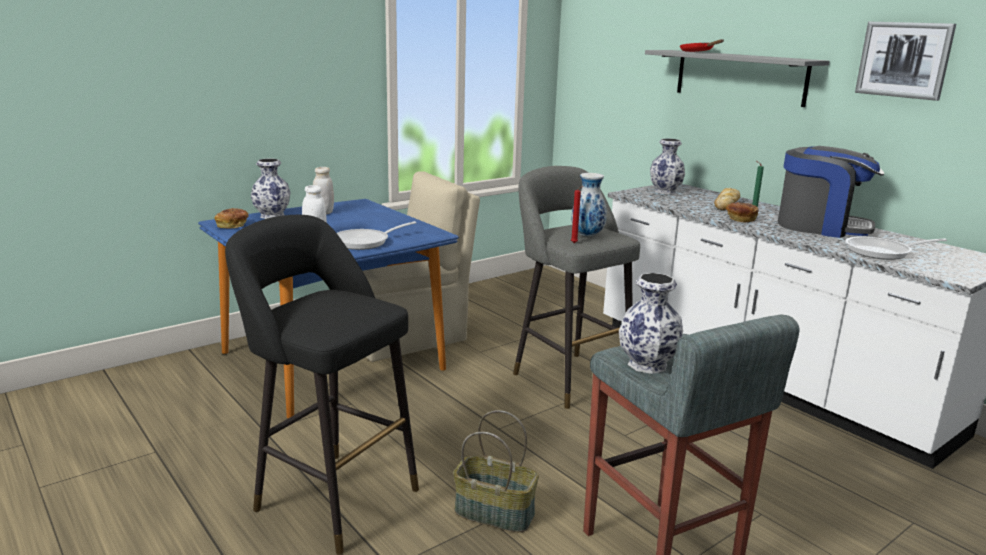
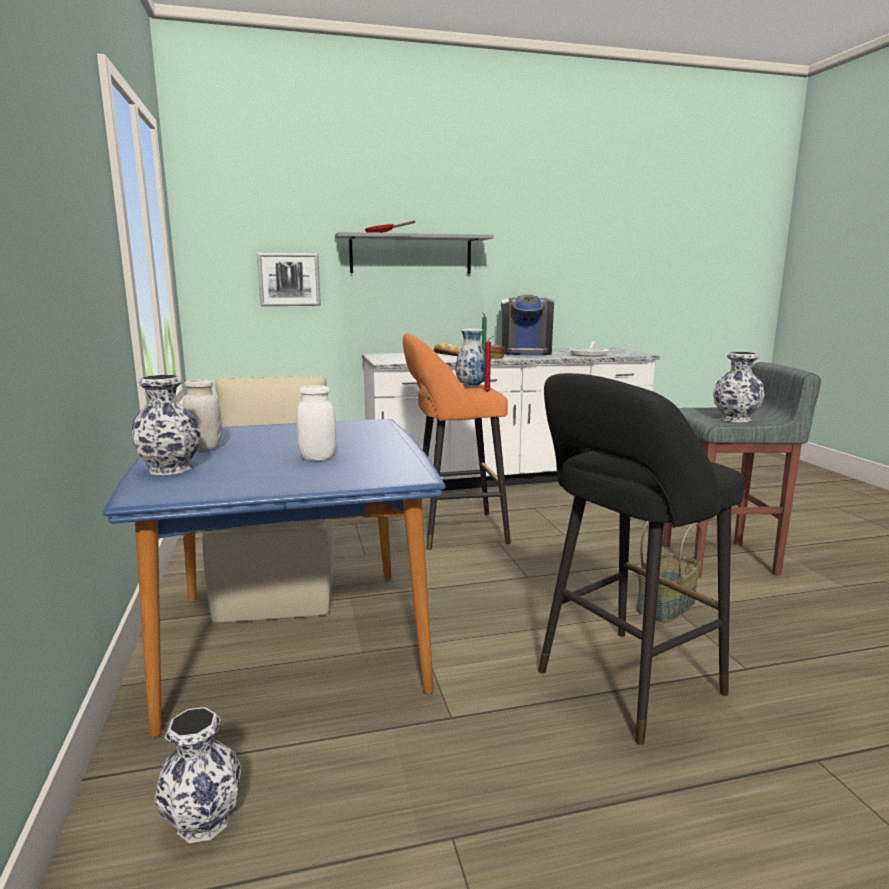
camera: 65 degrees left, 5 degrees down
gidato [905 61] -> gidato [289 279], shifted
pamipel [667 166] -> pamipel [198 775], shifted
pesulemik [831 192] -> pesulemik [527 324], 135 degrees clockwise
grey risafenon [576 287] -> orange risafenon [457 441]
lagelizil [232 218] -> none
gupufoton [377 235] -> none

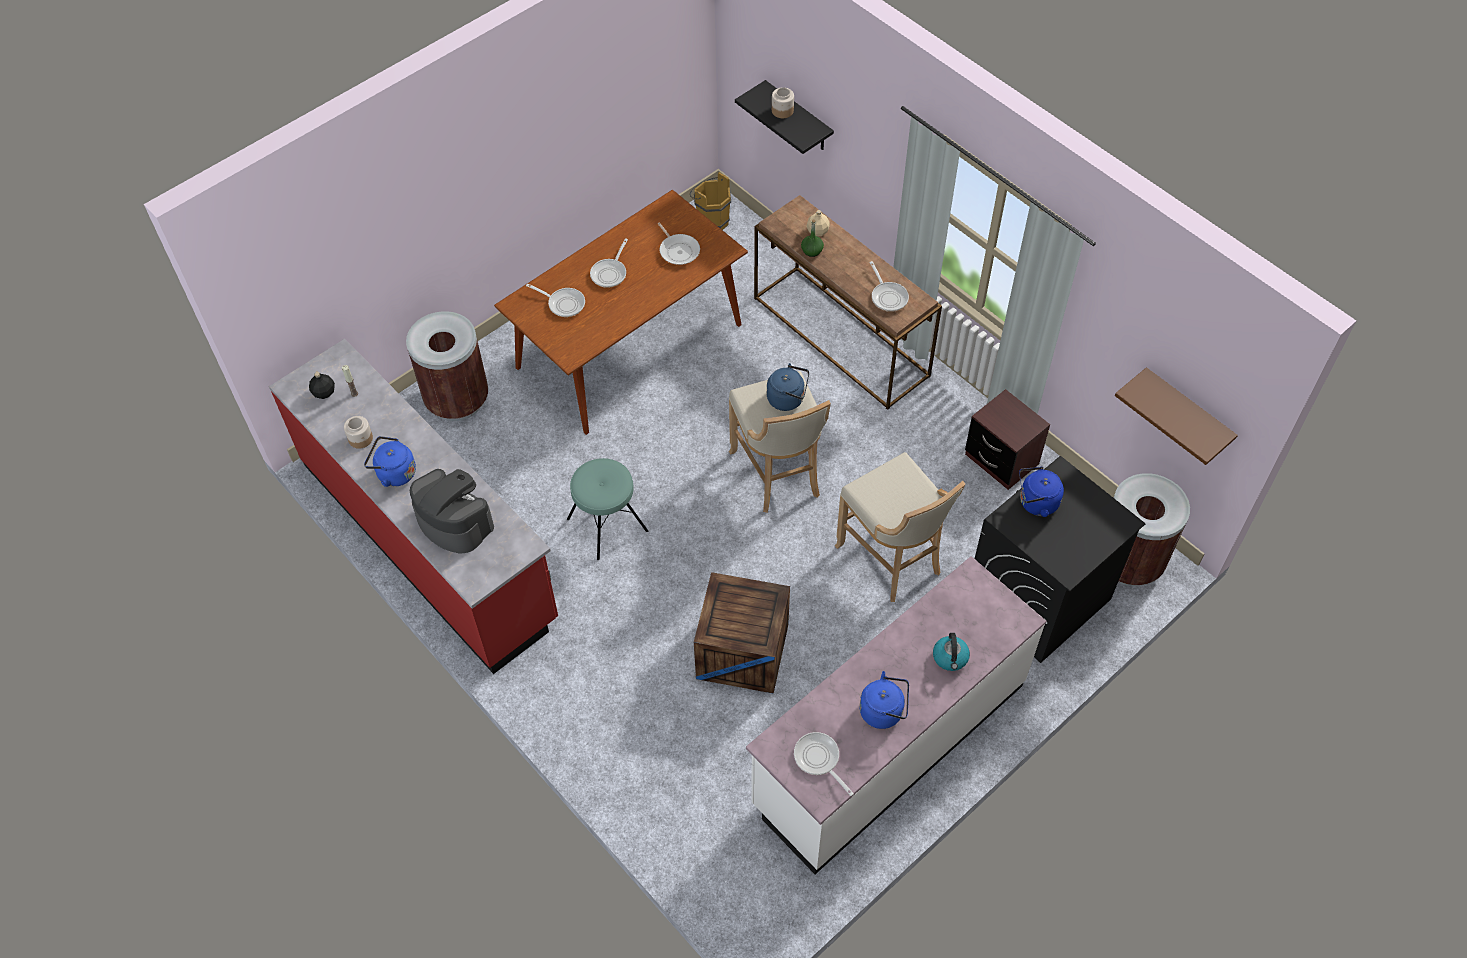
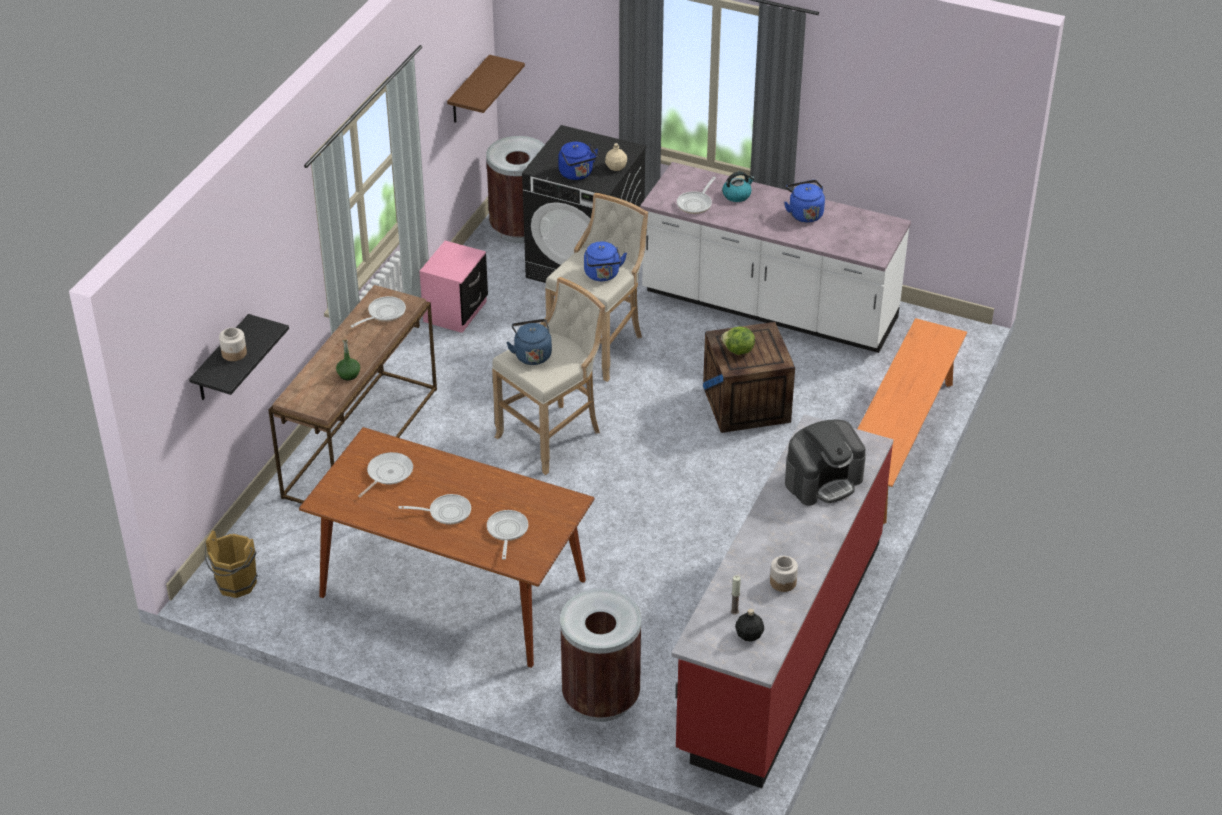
camera: 115 degrees left, 15 degrees down
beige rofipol [818 223] -> beige rofipol [616 157], shifted
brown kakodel [1007 439] -> pink kakodel [453 287]
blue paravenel [390 461] -> blue paravenel [605 261], shifted
turquoise risafenon [607 509] -> none
pesulemik [452 511] -> pesulemik [825 463], 135 degrees counterclockwise
gupufoton [824 764] -> gupufoton [696 195], shifted
none -> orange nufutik [912 421]
none -> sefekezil [738 340]

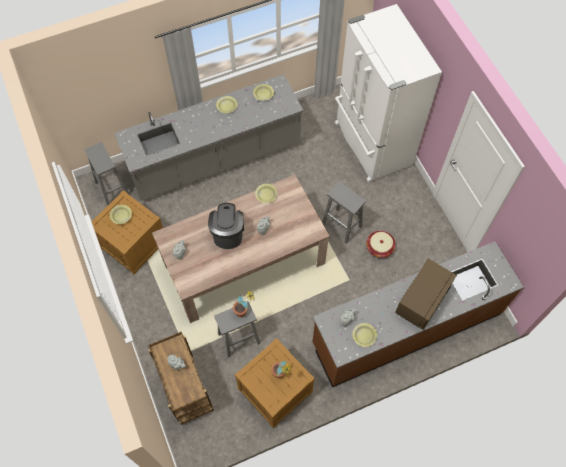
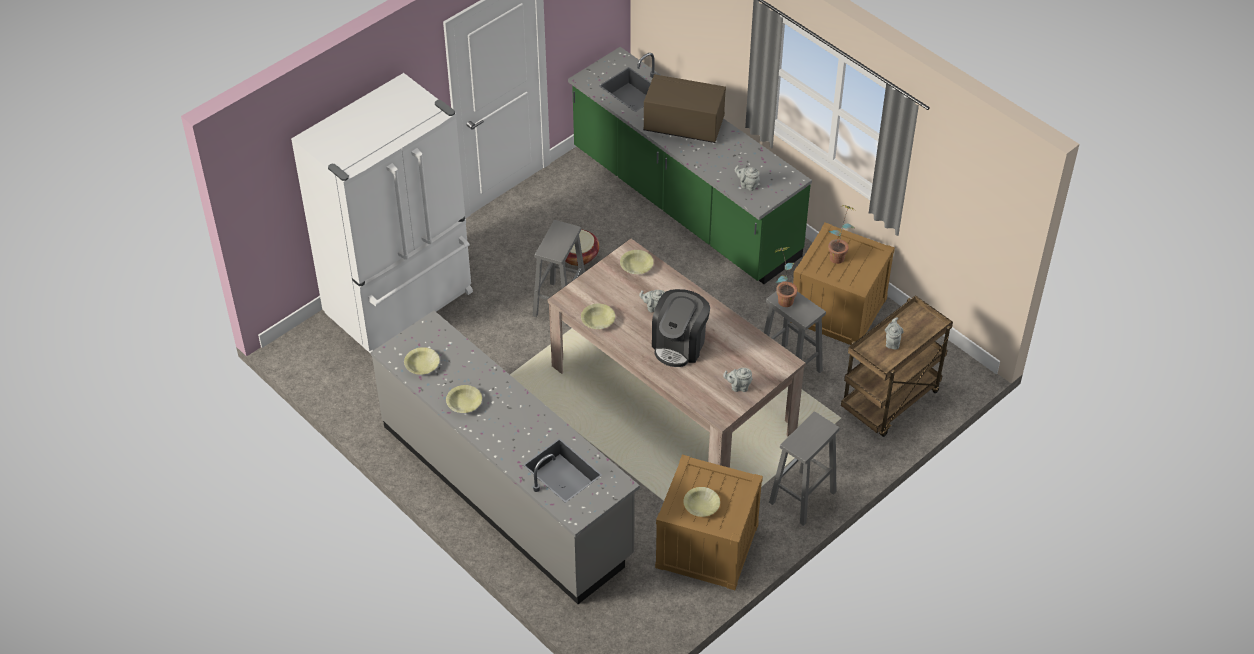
camera: 110 degrees left, 15 degrees down
grey risafenon [107 174] -> grey risafenon [804 469], shifted
pesulemik [226 226] -> pesulemik [681 328], 45 degrees counterclockwise
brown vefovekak [418 314] -> green vefovekak [690 165]
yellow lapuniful [364 335] -> yellow lapuniful [637 262], shifted

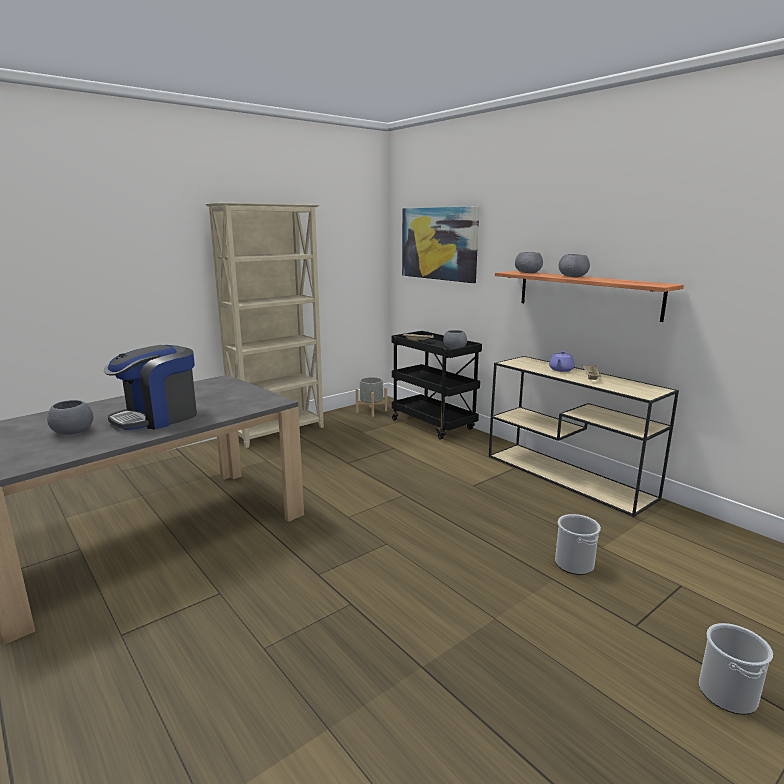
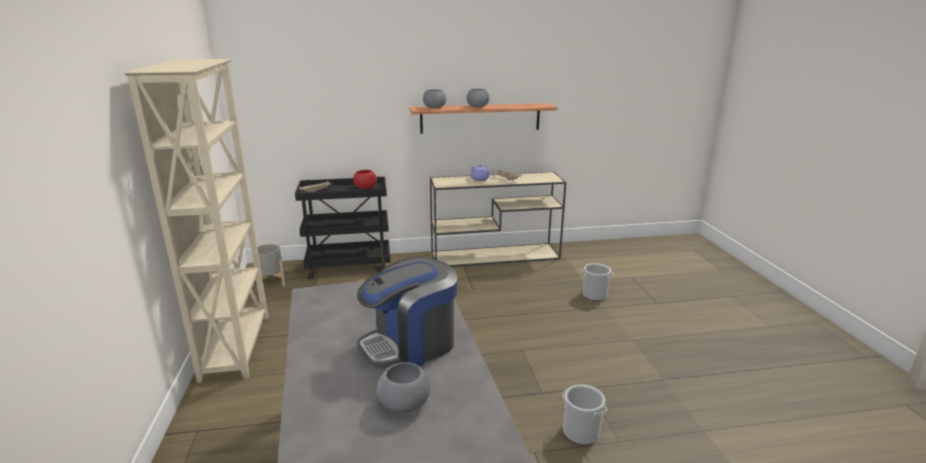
camera: 60 degrees left, 5 degrees up
gidato [440 244] -> none
grey lapuniful [455 339] -> red lapuniful [365 179]
pesulemik [150 387] -> pesulemik [407 312], 75 degrees clockwise
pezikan [736 669] -> pezikan [584 414], shifted

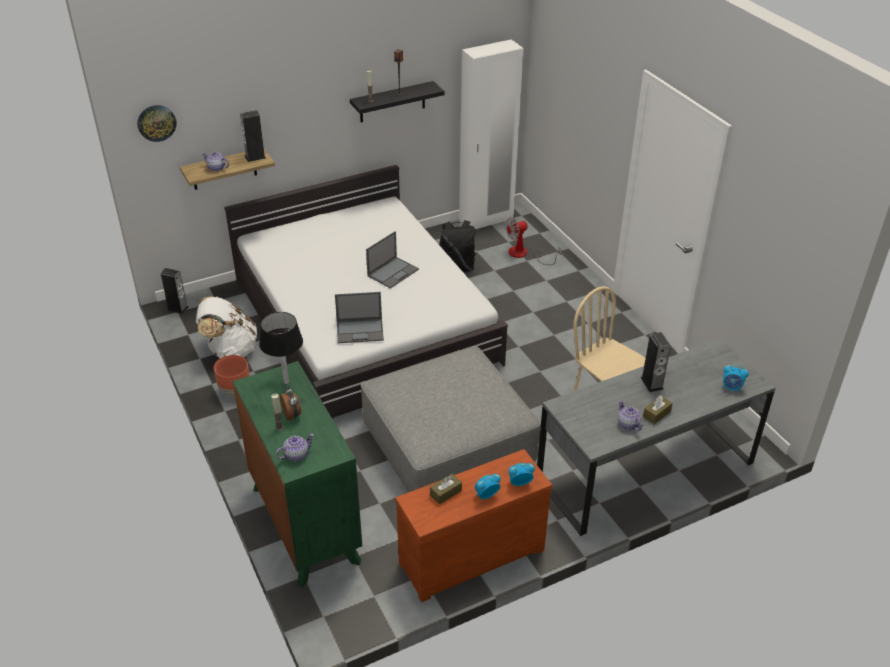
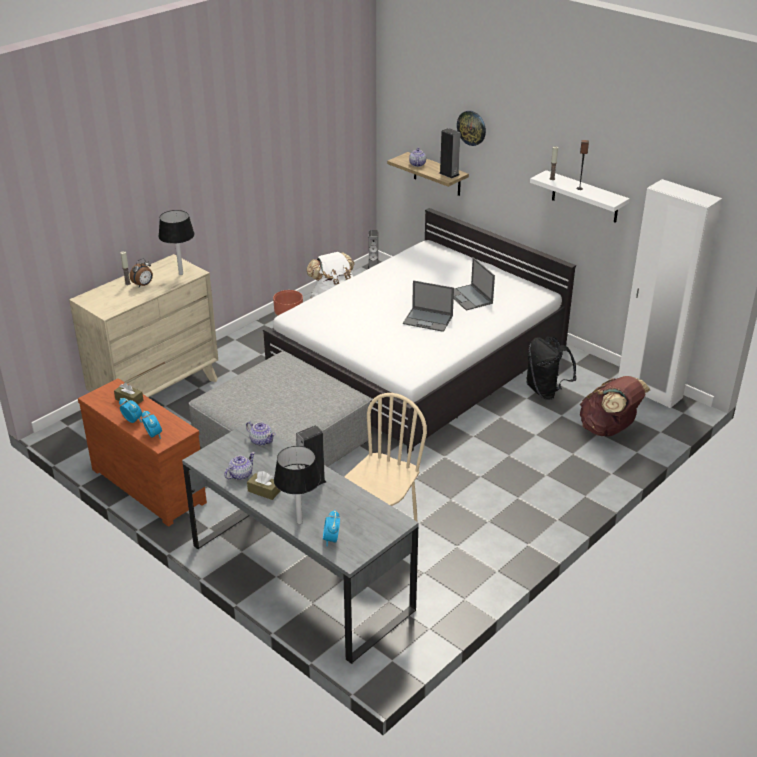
camera: 70 degrees right, 5 degrees down
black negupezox [397 101] -> white negupezox [580 196]
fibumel [157 123] -> fibumel [471 128], shifted
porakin [533 241] -> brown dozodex [615 406]
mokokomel [359 317] -> mokokomel [474 284], shifted
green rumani [297 474] -> beige rumani [143 325]
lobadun [295 447] -> lobadun [260 433], shifted
none -> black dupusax [297 485]

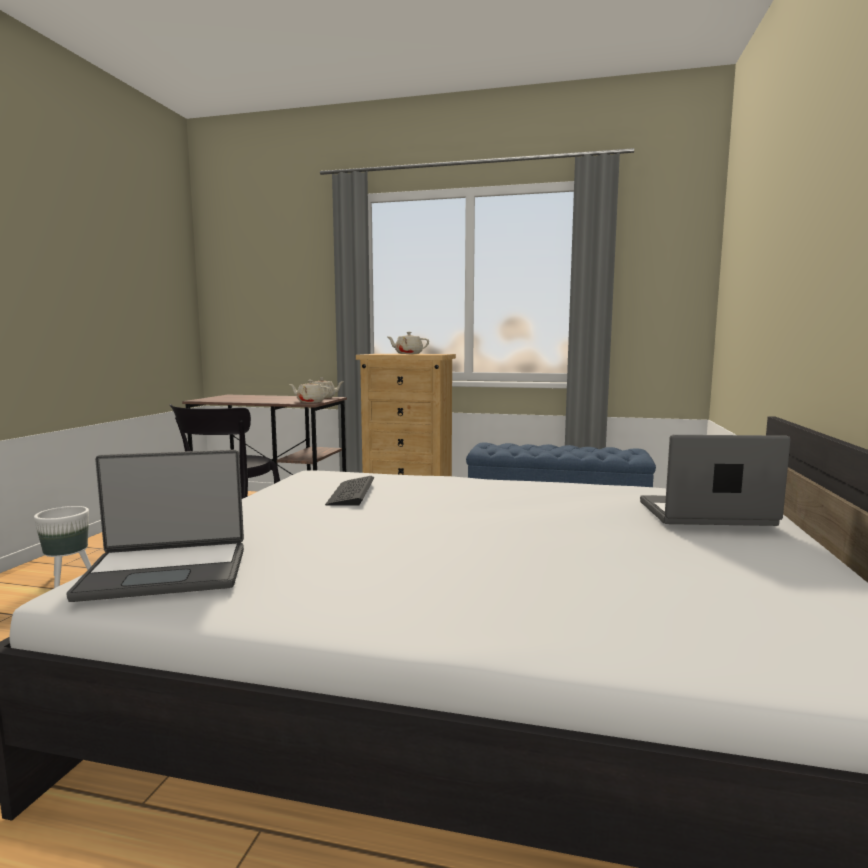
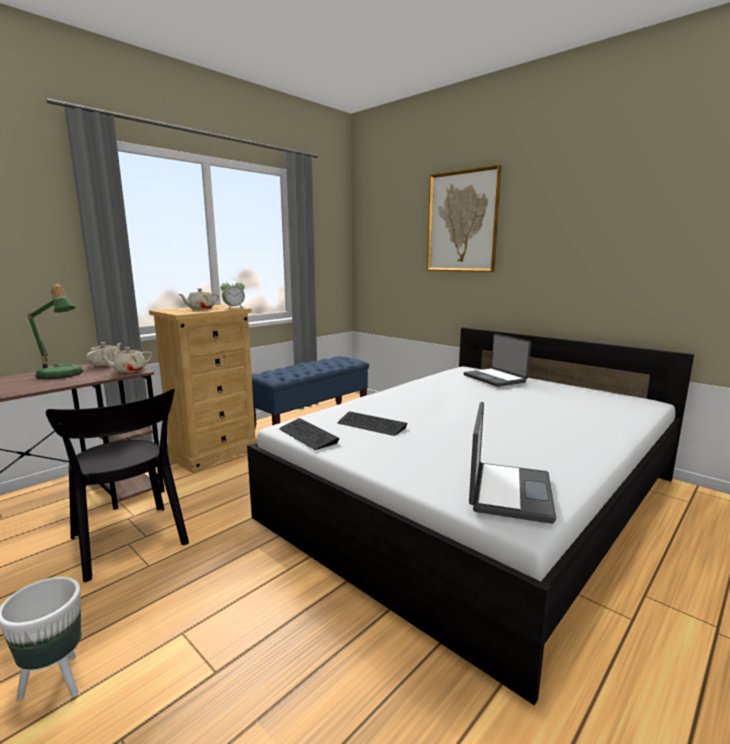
camera: 60 degrees left, 5 degrees up
mokokomel [715 480] -> mokokomel [497 360], 60 degrees counterclockwise
none -> gidato [464 218]
none -> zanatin [232 294]
none -> dupusax [55 331]
none -> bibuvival [309 434]

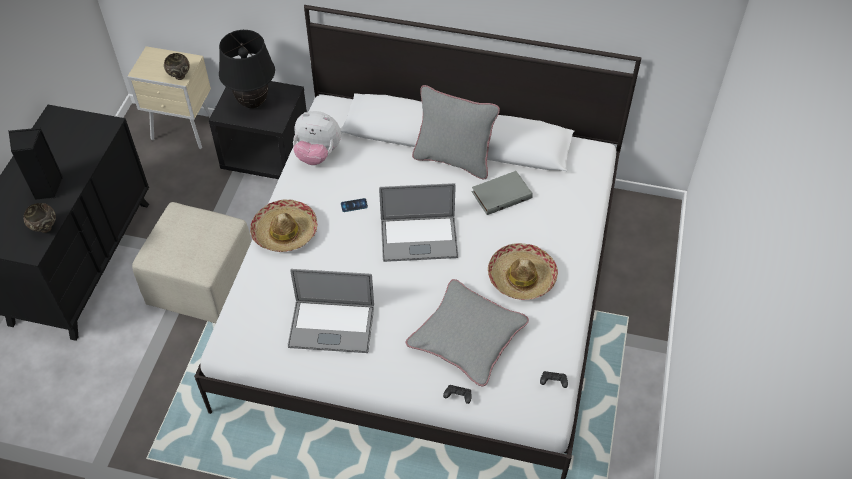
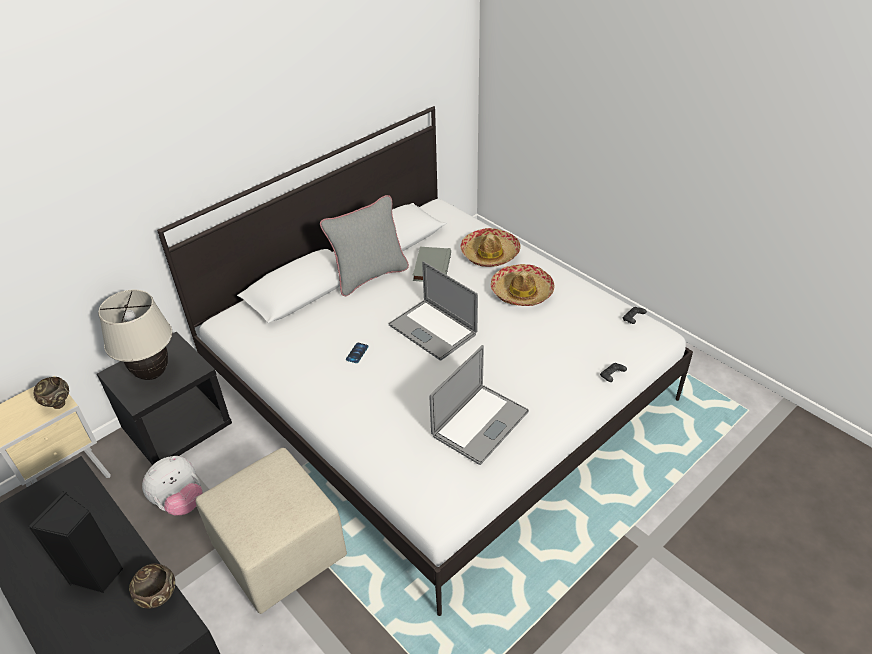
camera: 55 degrees left, 10 degrees down
black dupusax [247 69] -> beige dupusax [135 335]
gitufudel [317 138] -> gitufudel [172 486], shifted
mokokomel [418 222] -> mokokomel [433 311], 105 degrees clockwise
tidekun [283 225] -> tidekun [491 247], shifted
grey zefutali [467 333] -> none

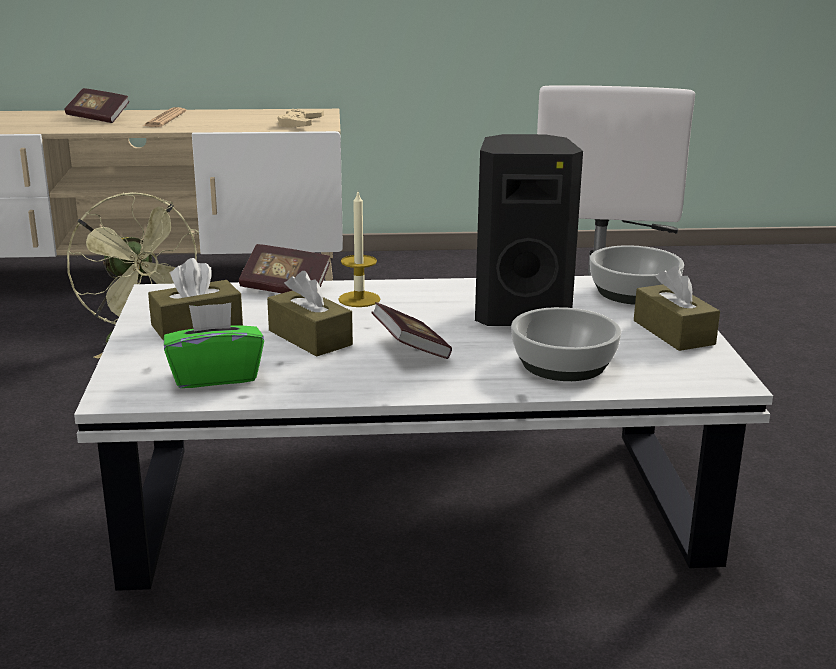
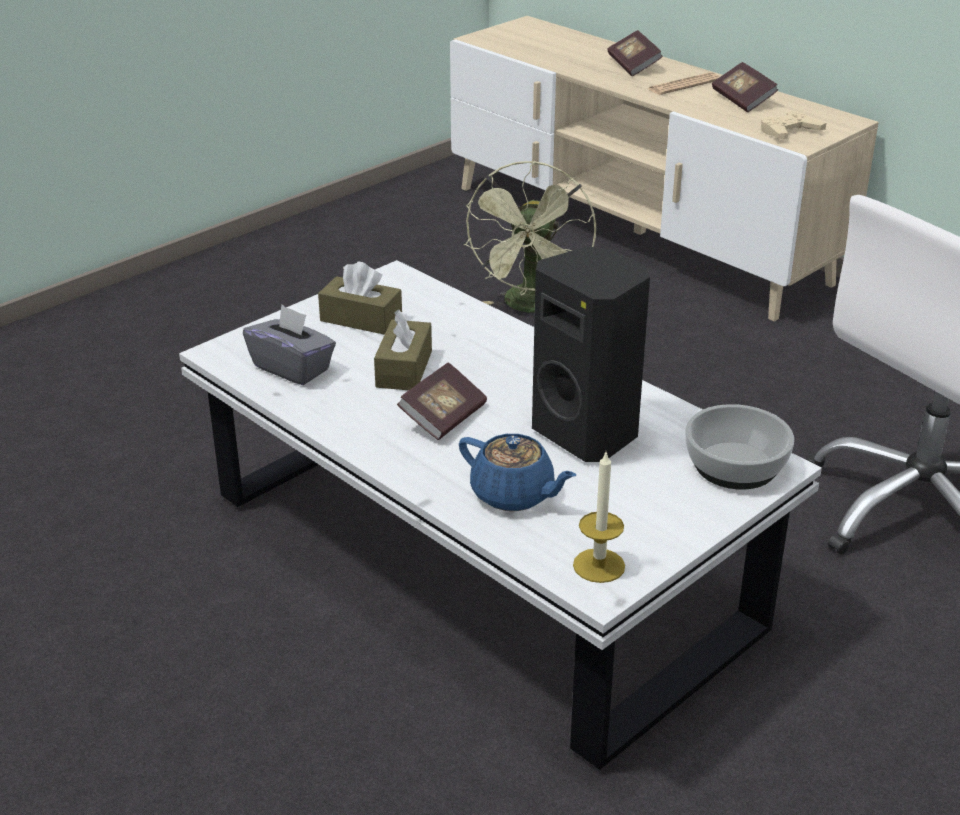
camera: 50 degrees right, 10 degrees up
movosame [359 249] -> movosame [599 517], shifted
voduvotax [284 268] -> voduvotax [745 87], shifted
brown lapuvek [677 308] -> none
green lapuvek [214 345] -> grey lapuvek [289 344]
lapuniful [566 344] -> blue lobadun [517 472]

